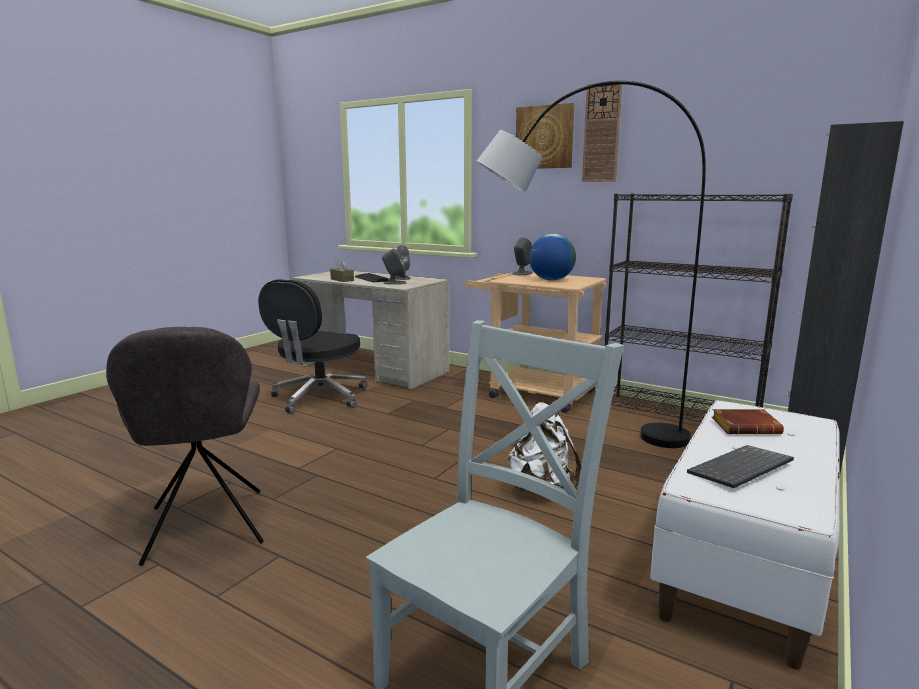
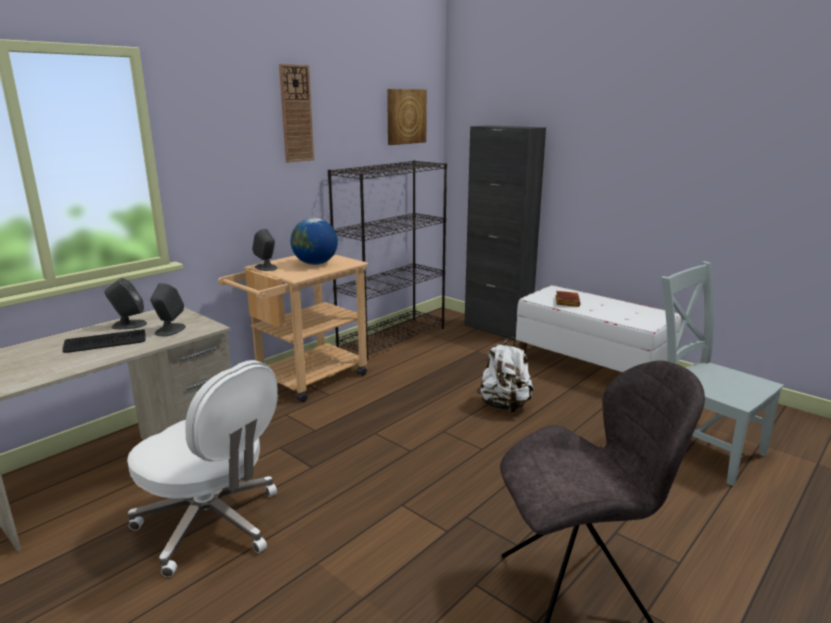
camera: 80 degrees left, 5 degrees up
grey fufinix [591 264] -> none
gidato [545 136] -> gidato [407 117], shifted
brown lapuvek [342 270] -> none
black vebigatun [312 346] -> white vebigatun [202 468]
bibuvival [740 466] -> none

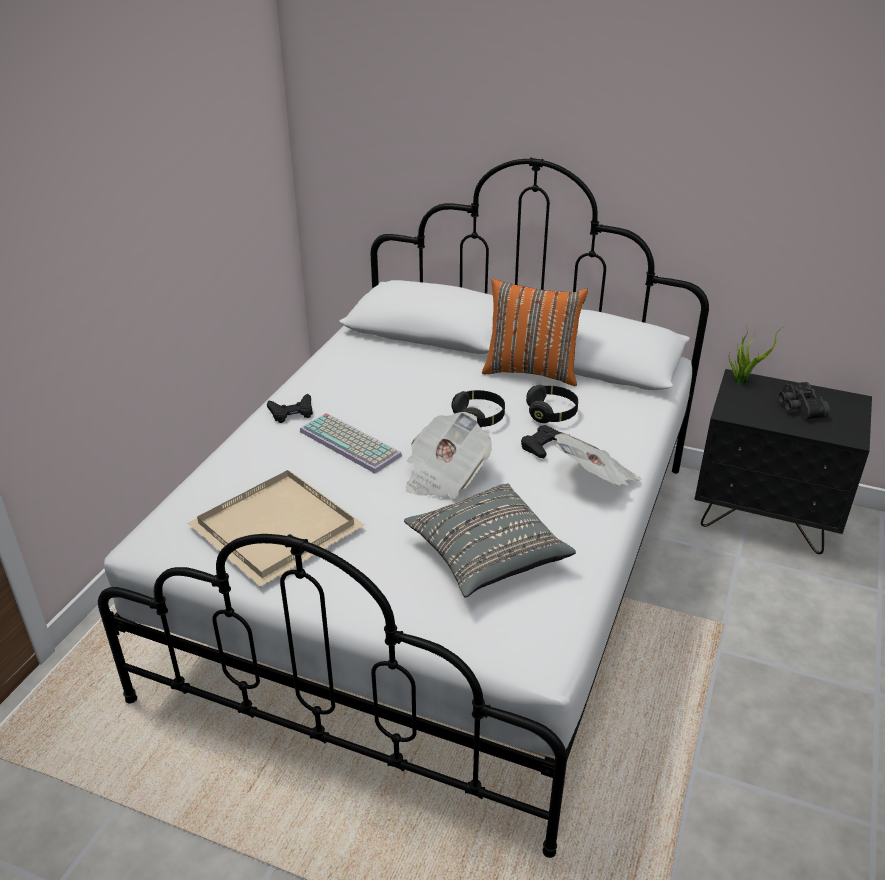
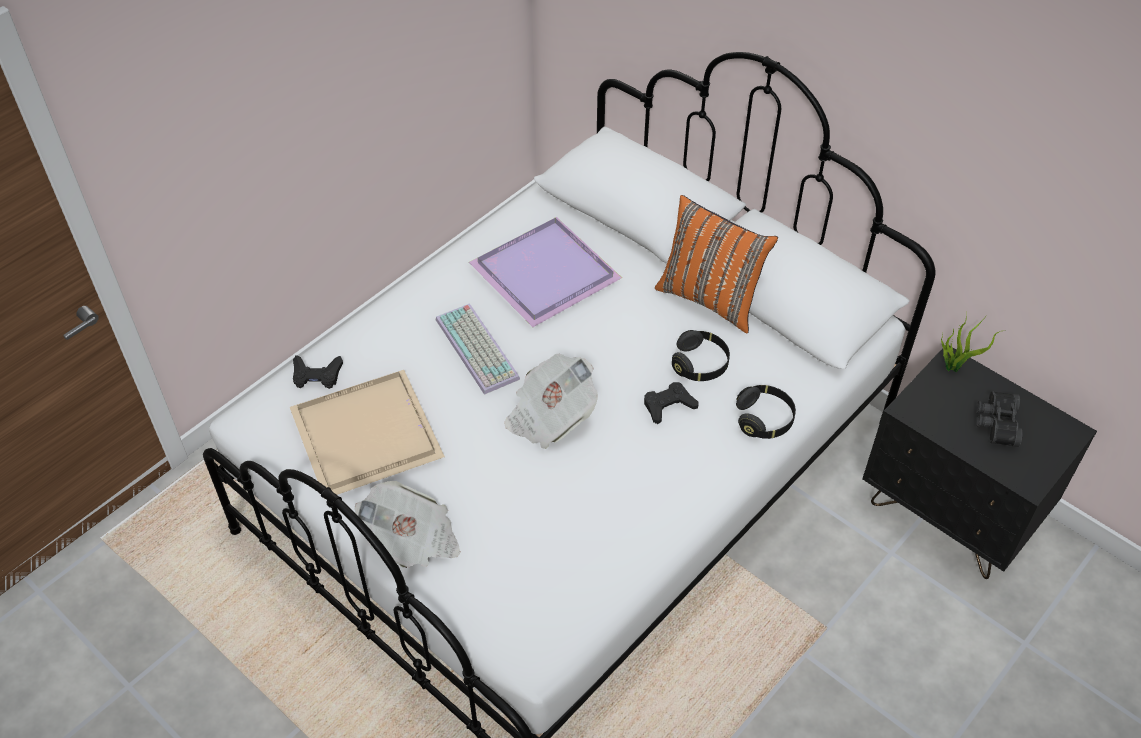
camera: 20 degrees right, 15 degrees up
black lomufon [478 408] -> black lomufon [766 412], shifted
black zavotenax [290 408] -> black zavotenax [318 372], shifted
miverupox [598 459] -> miverupox [407 524], shifted
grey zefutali [490 540] -> none
none -> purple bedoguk [545 272]

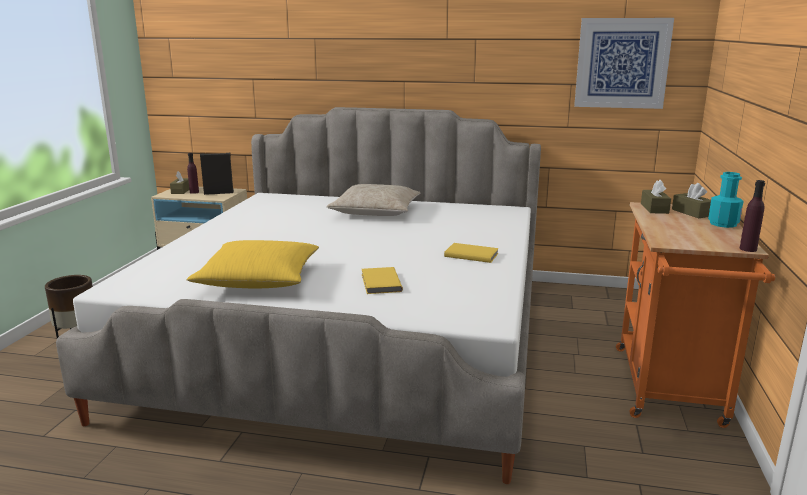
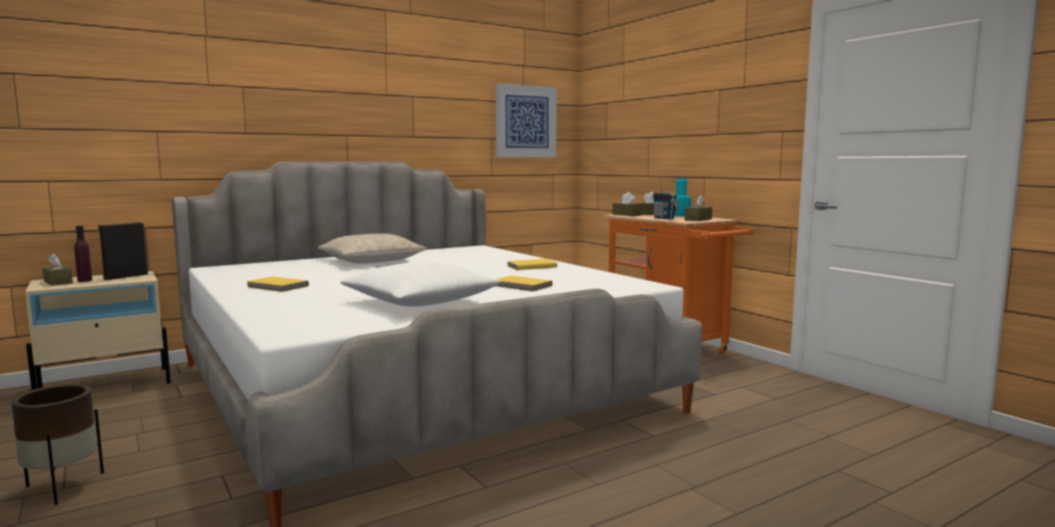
camera: 45 degrees left, 10 degrees down
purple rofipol [752 216] -> none
yellow zefutali [253 264] -> white zefutali [420 284]
none -> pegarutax [666 199]
none -> brown lapuvek [699 208]
none -> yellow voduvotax [277 284]

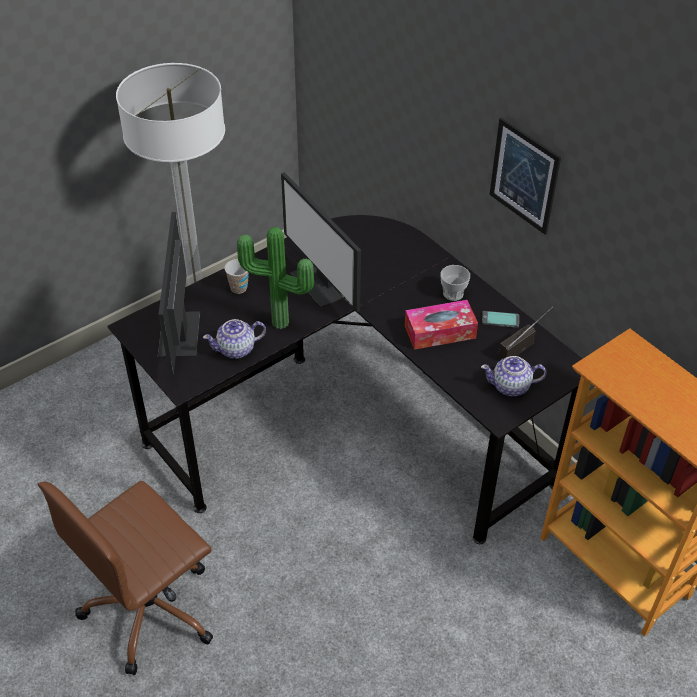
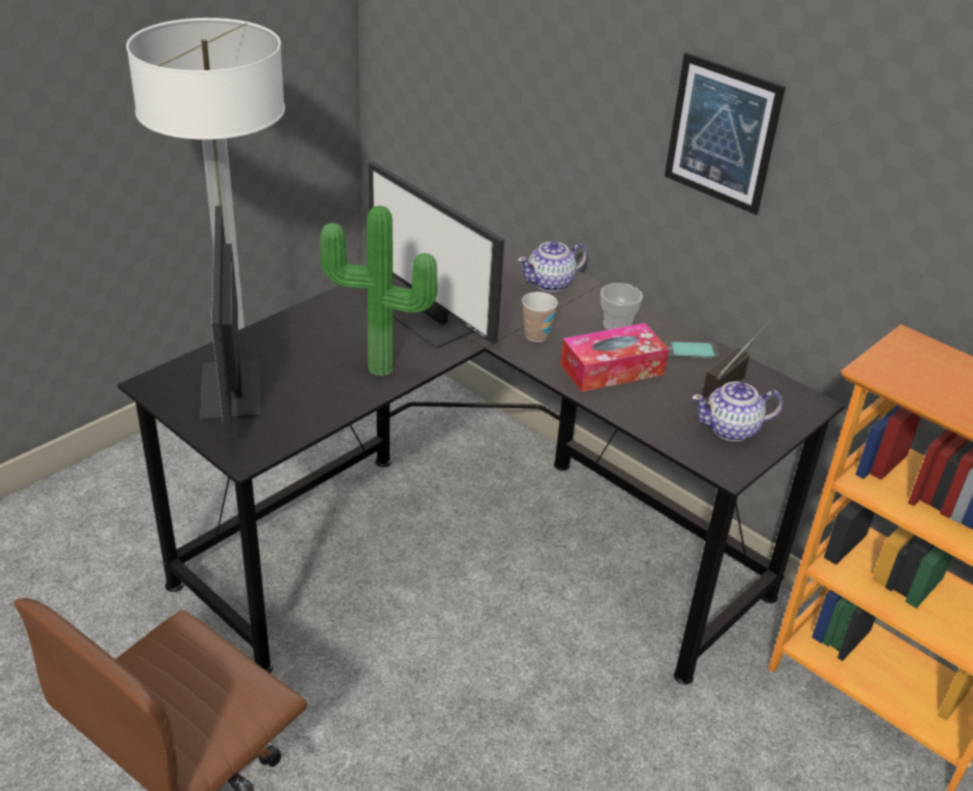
camera: 10 degrees left, 10 degrees down
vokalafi [236 276] -> vokalafi [540 317], shifted
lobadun [234 339] -> lobadun [552 266], shifted

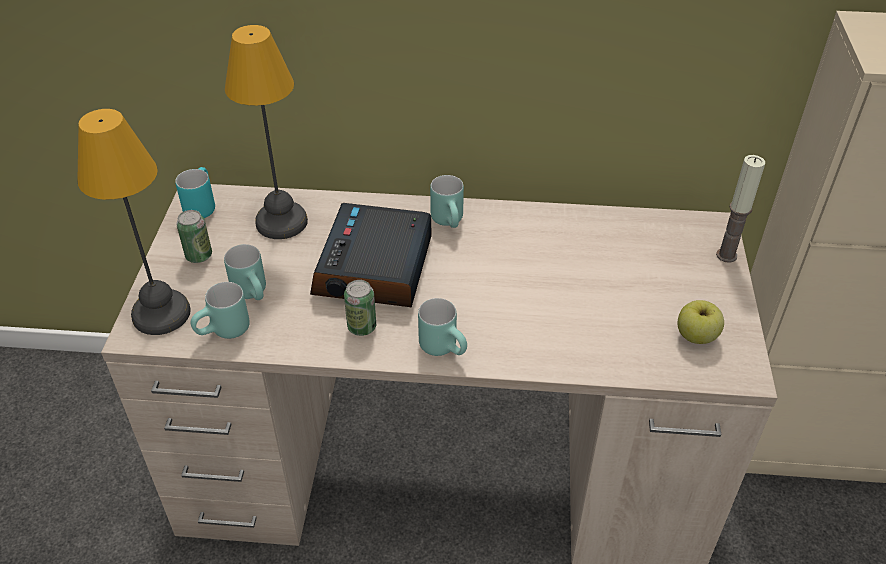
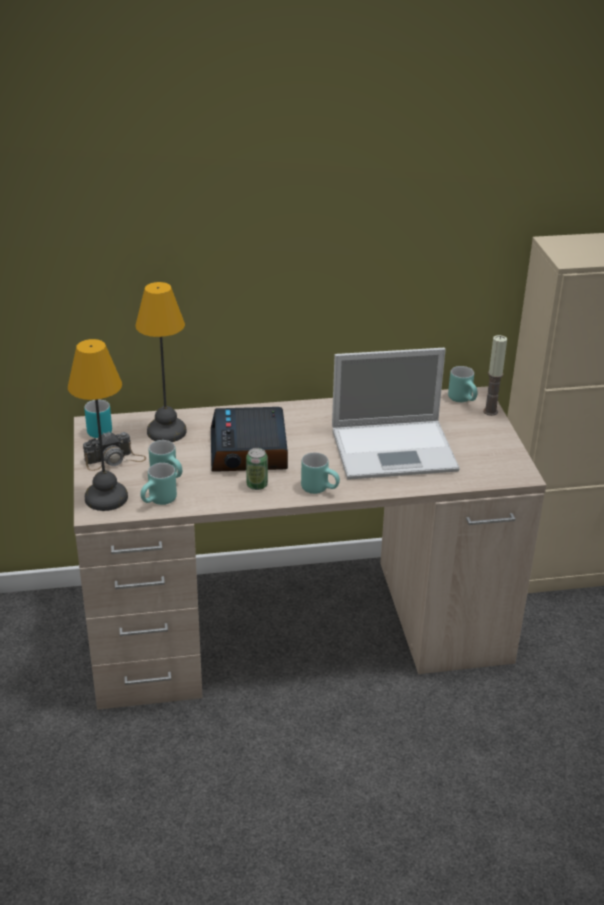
camera: 15 degrees left, 10 degrees down
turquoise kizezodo [447 201] -> turquoise kizezodo [463 384], shifted
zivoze [194 236] -> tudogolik [114 451]
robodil [701 322] -> none
none -> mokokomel [396 414]

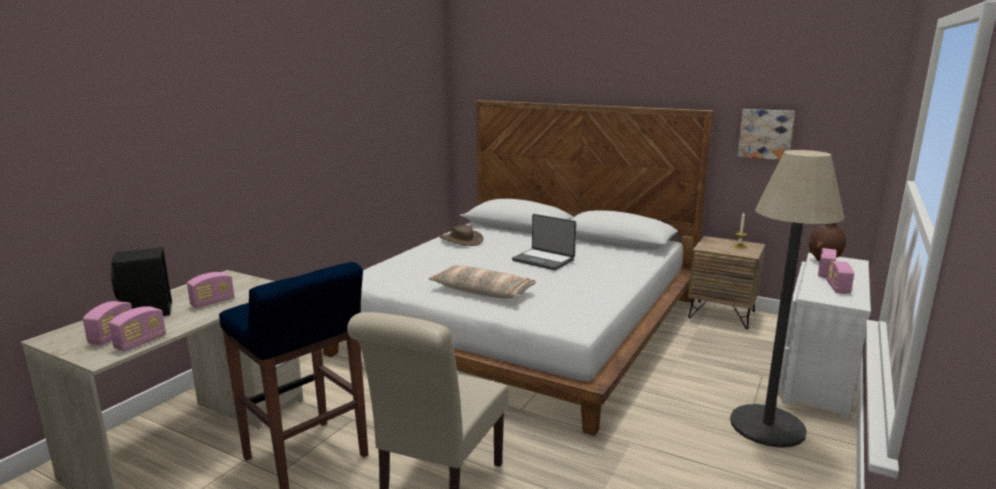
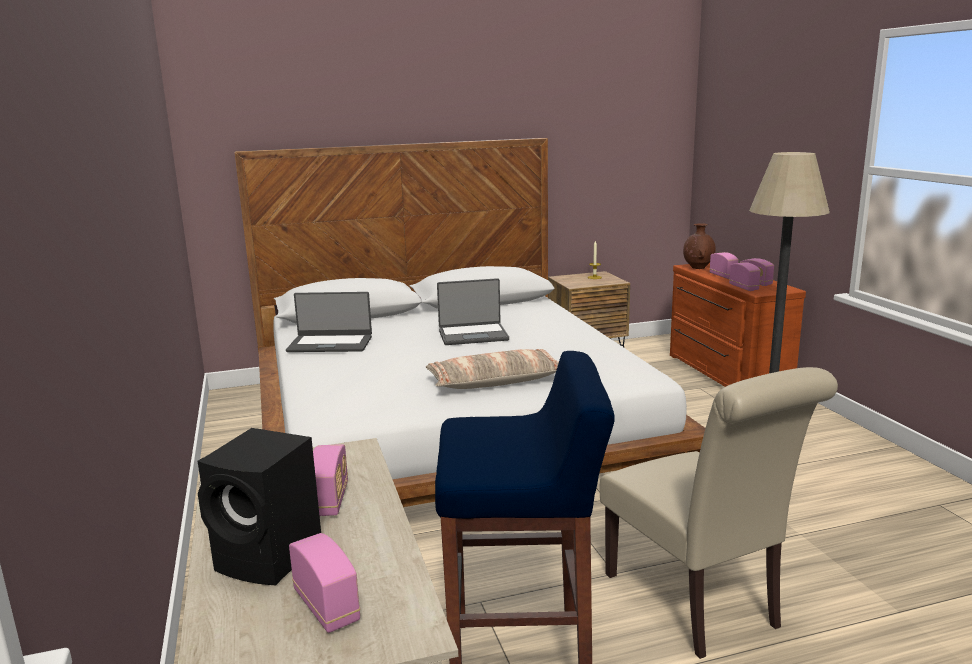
camera: 45 degrees left, 0 degrees up
gidato [766 134] -> none
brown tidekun [461 235] -> mokokomel [329 322]
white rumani [824 336] -> brown rumani [738 325]
pegarutax [137 328] -> pegarutax [745 276], shifted

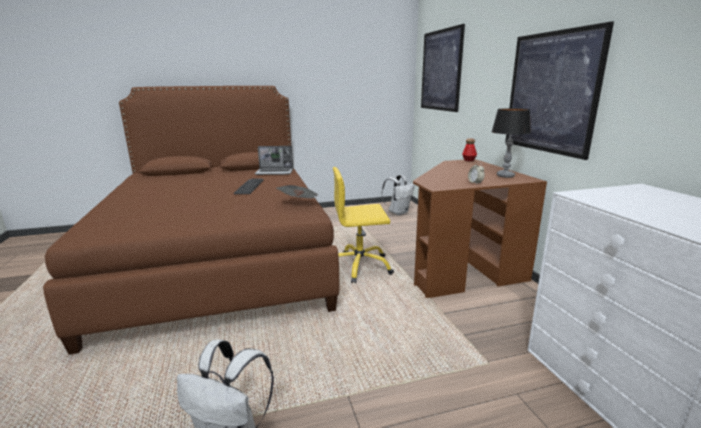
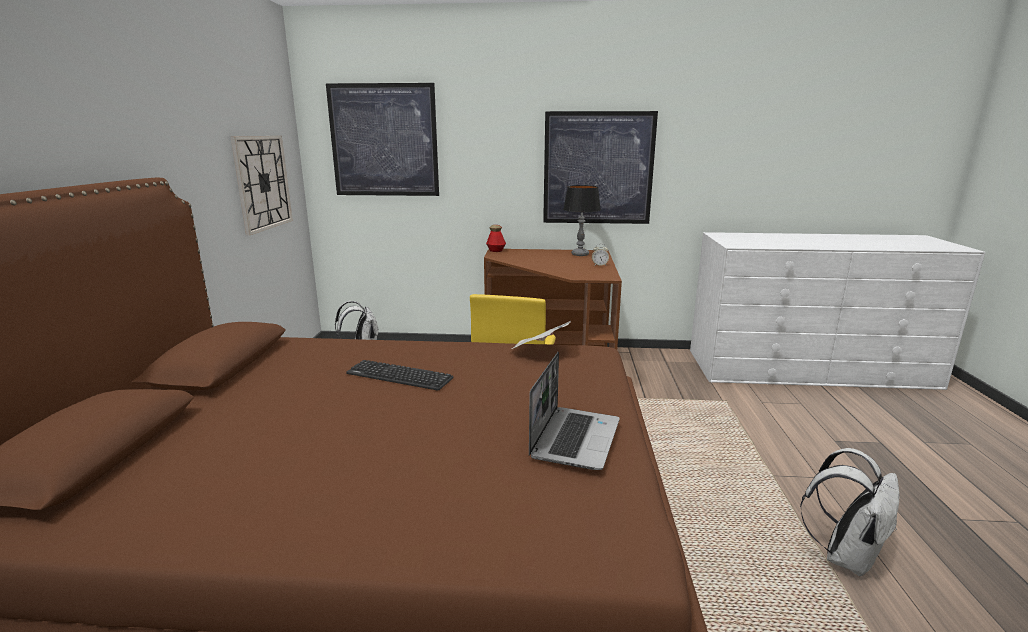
camera: 70 degrees left, 0 degrees up
mokokomel [274 160] -> mokokomel [574 411], shifted
none -> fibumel [261 185]

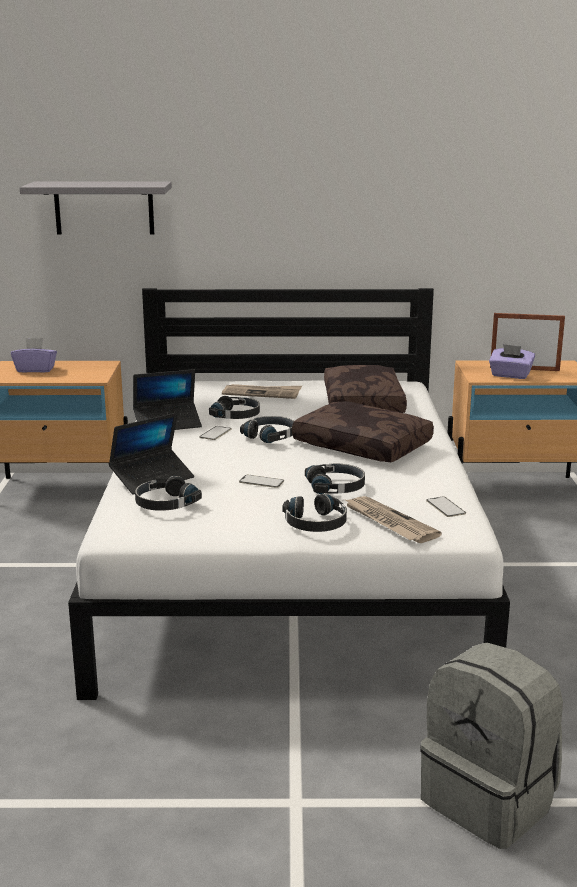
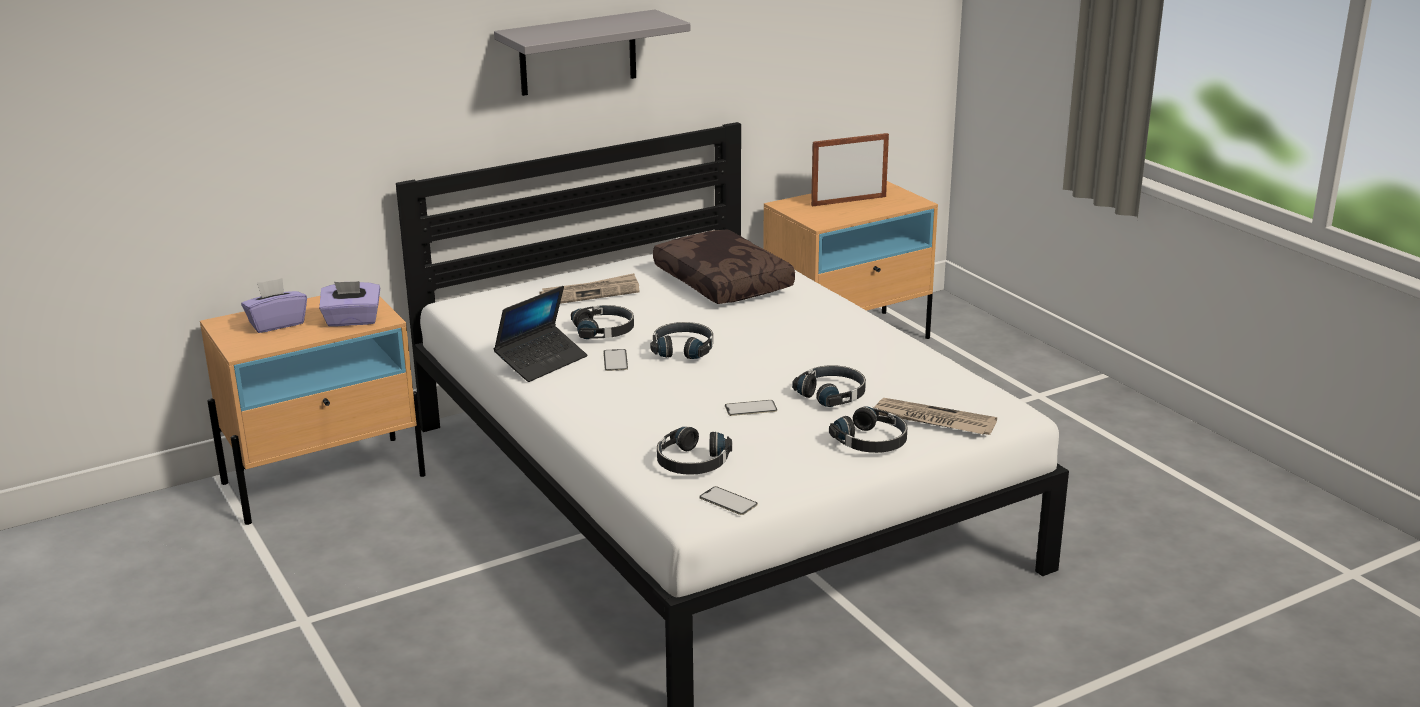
camera: 30 degrees left, 5 degrees up
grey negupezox [96 208] -> grey negupezox [592 53], shifted
purple lapuvek [512 361] -> purple lapuvek [349 304], shifted
brown zefutali [363 431] -> none
mokokomel [151 453] -> none
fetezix [446 506] -> fetezix [728 500], shifted
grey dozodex [491 746] -> none

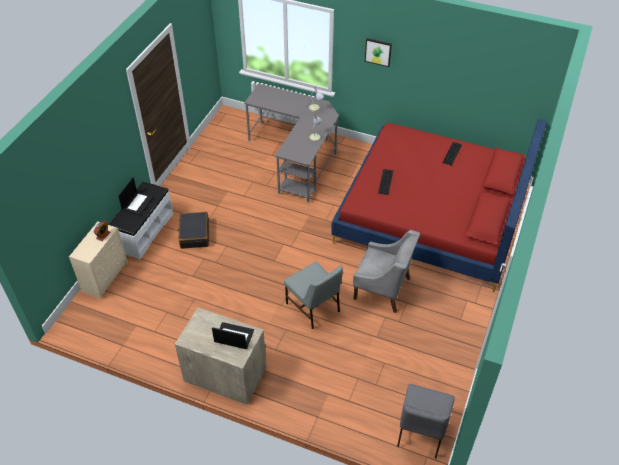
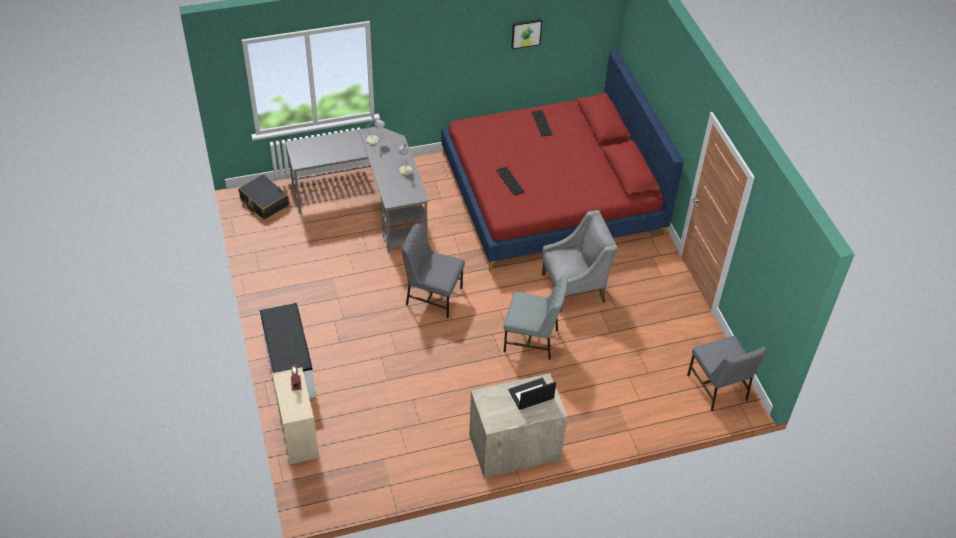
camera: 40 degrees left, 0 degrees up
gidato [378 52] -> gidato [526 34], shifted
mokokomel [136 196] -> none
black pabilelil [193 230] -> black pabilelil [263 197], shifted
none -> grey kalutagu [433 271]

